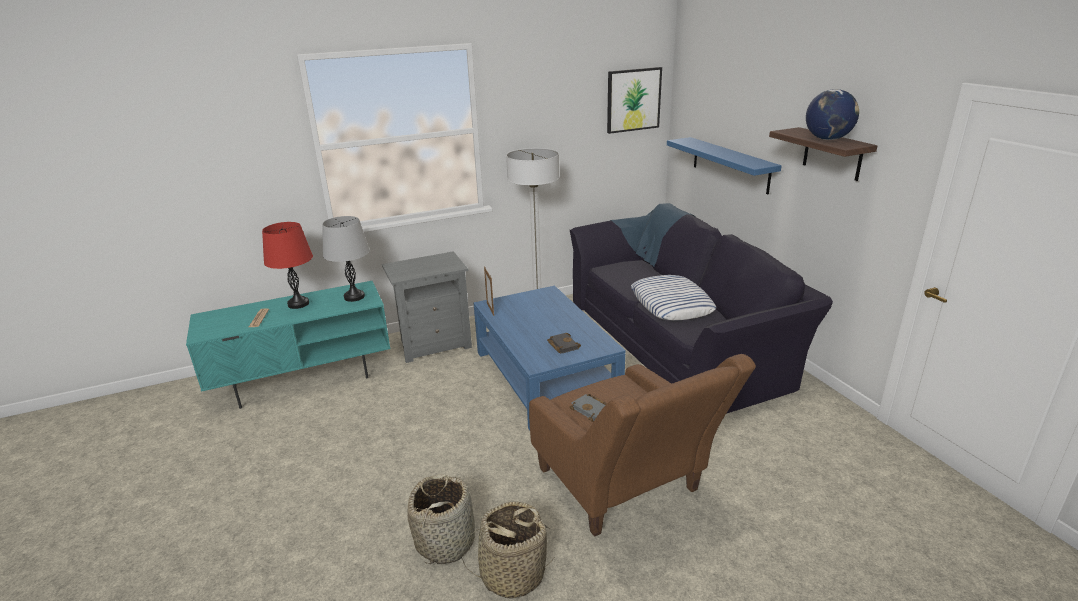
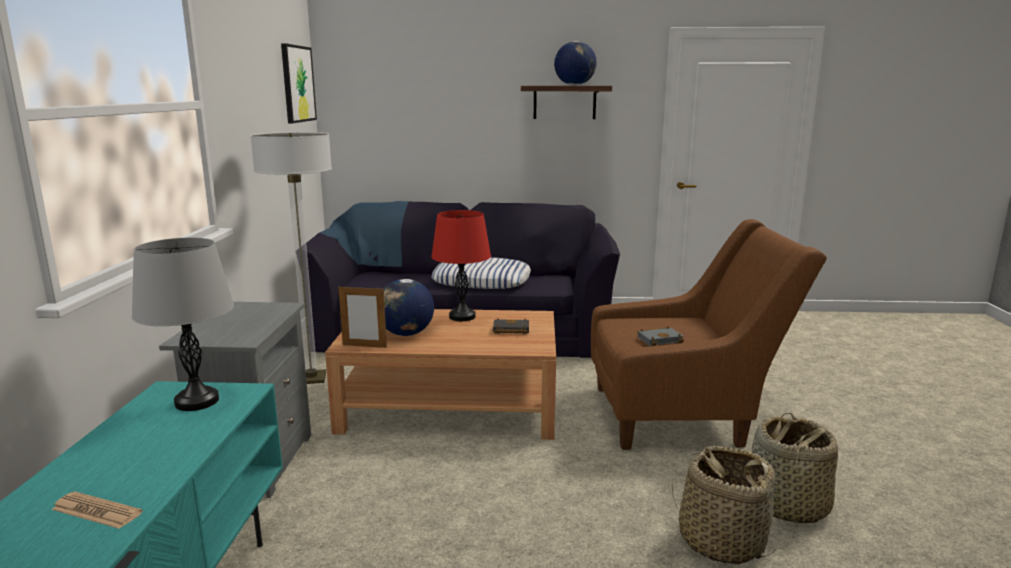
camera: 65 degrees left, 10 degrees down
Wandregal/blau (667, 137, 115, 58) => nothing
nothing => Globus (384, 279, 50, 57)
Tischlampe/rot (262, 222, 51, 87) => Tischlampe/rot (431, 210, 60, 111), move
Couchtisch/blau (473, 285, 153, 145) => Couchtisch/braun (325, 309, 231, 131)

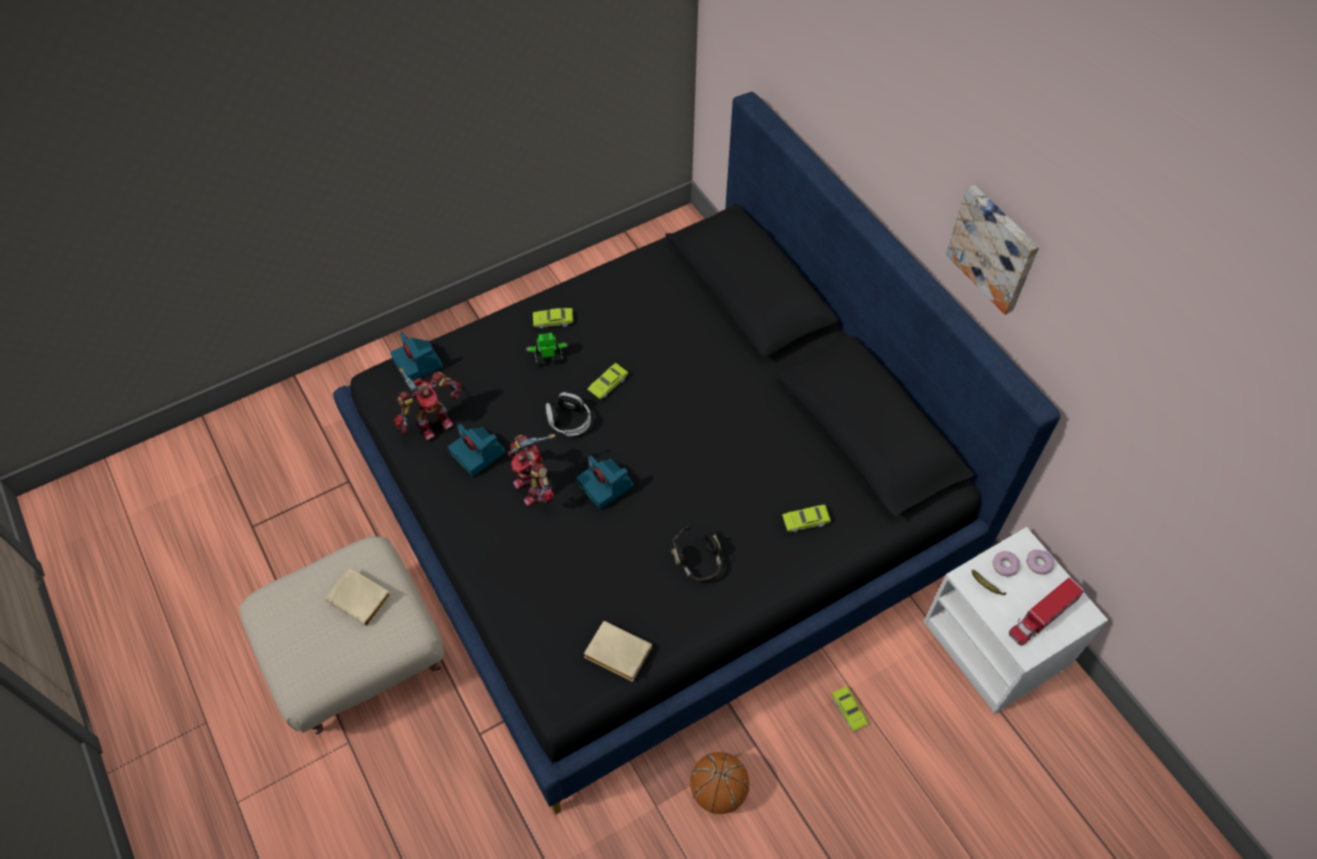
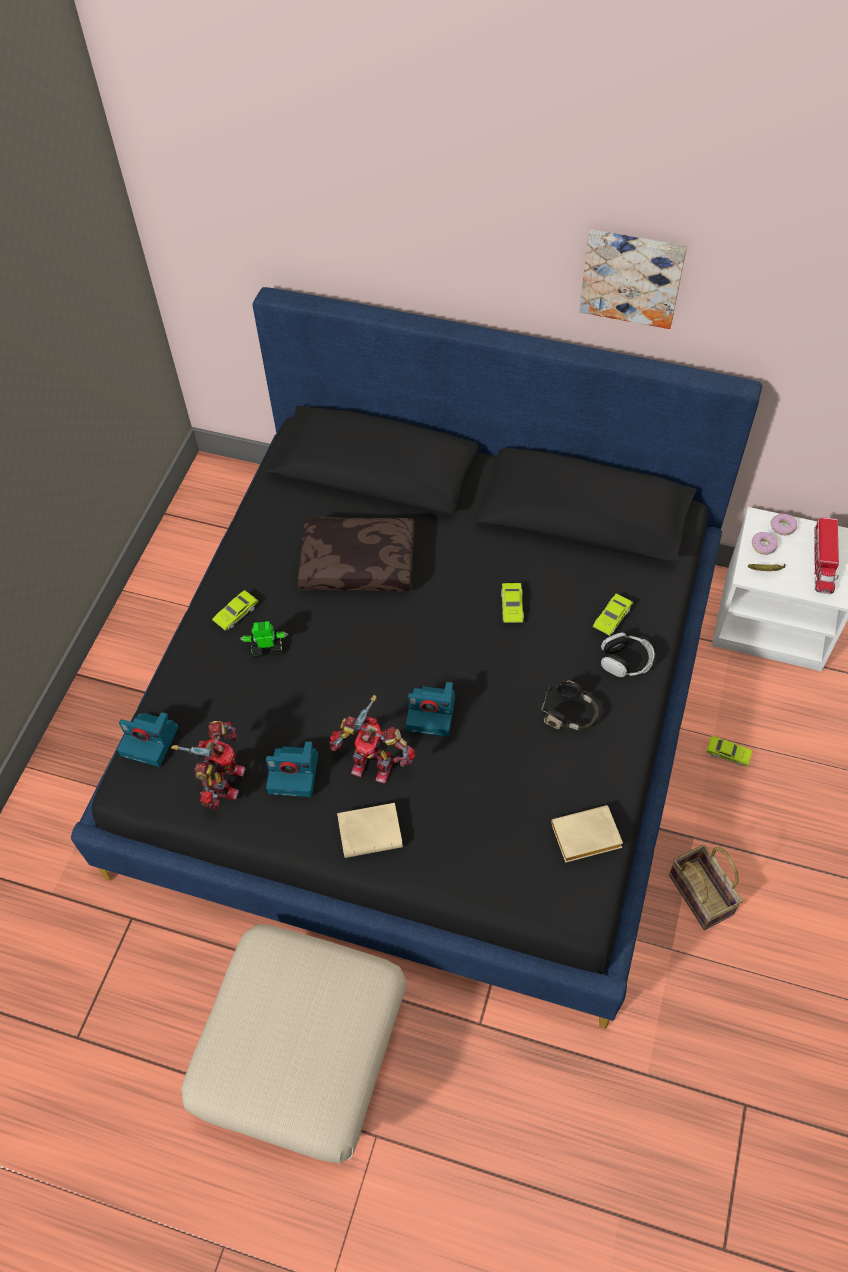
camera: 40 degrees left, 0 degrees up
nothing => Kissen/braun (298, 517, 116, 75)
Buch/beige (325, 567, 66, 59) => Buch/beige (337, 803, 66, 55), move
Kopfhörer (546, 392, 45, 44) => Kopfhörer (601, 632, 54, 45), move
Spielzeugauto/grün (587, 363, 42, 36) => Spielzeugauto/grün (501, 583, 23, 40), move
Basketball (690, 752, 59, 62) => Korb (669, 845, 74, 85)
Spielzeugroboter (526, 333, 42, 33) => Spielzeugroboter (239, 621, 49, 36), 45 degrees clockwise

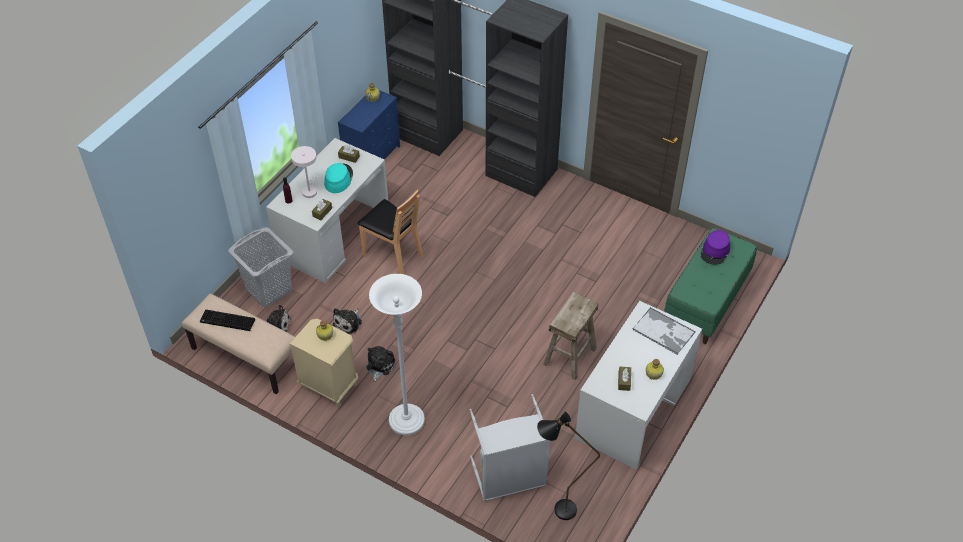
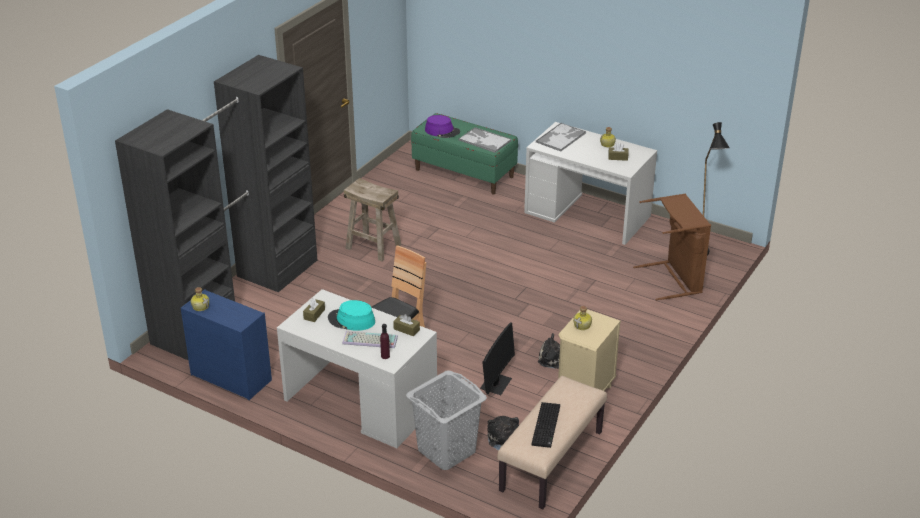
camera: 90 degrees left, 15 degrees down
Stehlampe/weiß (369, 274, 56, 162) => nothing
nothing => Tablett (458, 127, 53, 26)
Hocker/beige (543, 292, 55, 88) => Hocker/beige (344, 178, 57, 83), move
Tischlampe/weiß (291, 146, 27, 52) => Tastatur (342, 331, 56, 17)
Plüschtier (333, 308, 29, 26) => Monitor (480, 322, 35, 73)
Wäschekorb/grau (470, 394, 80, 107) => Wäschekorb/braun (633, 193, 78, 108)

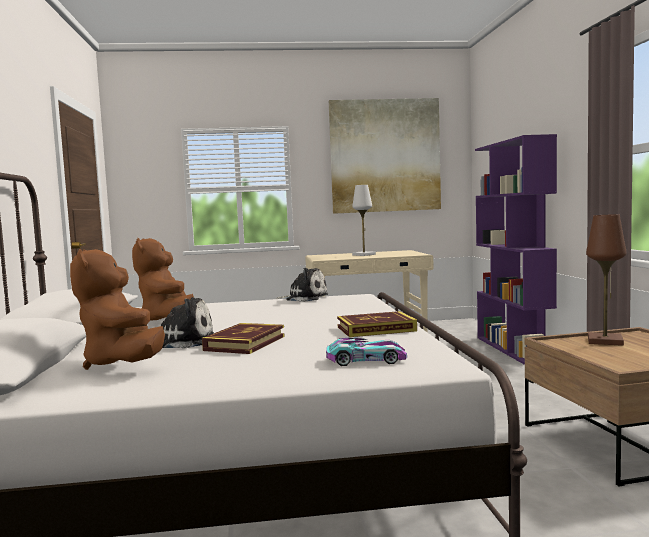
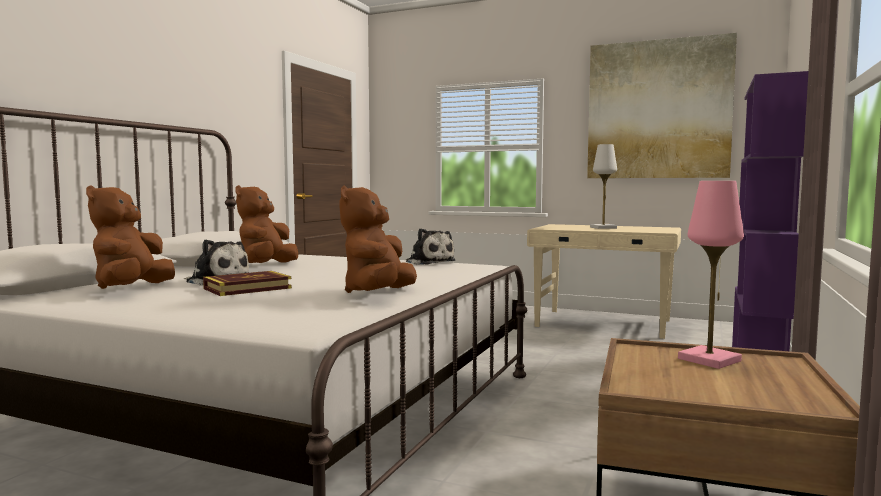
camera: 30 degrees right, 0 degrees up
Spielzeugauto (326, 337, 81, 29) => nothing
Buch (337, 311, 80, 26) => Plüschtier/braun (339, 186, 78, 107)
Tischlampe/braun (586, 214, 40, 132) => Tischlampe/rosa (678, 181, 66, 188)

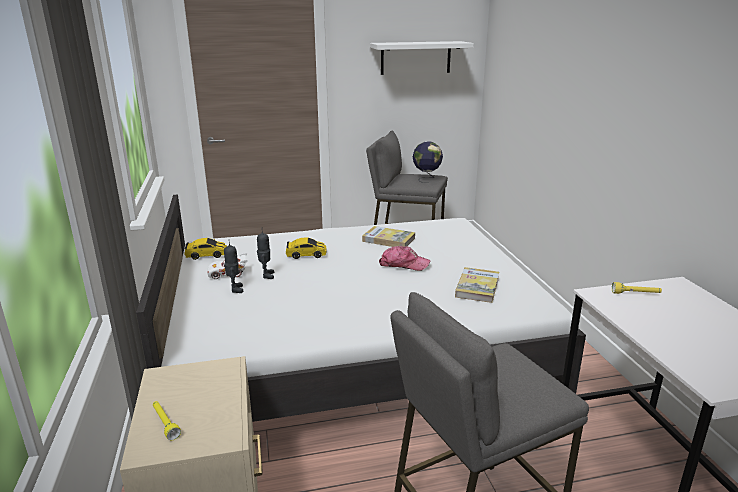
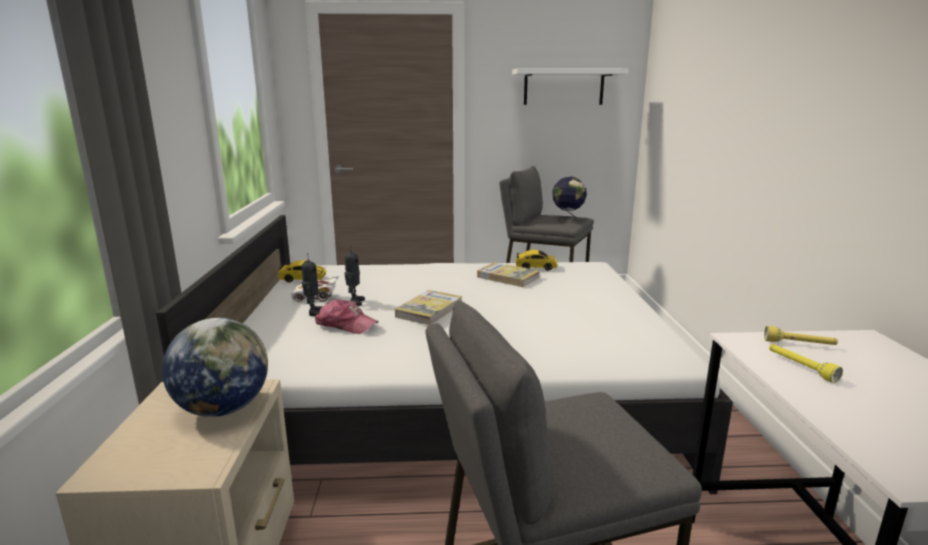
camera: 10 degrees right, 5 degrees down
nothing => Globus (162, 318, 106, 99)
Taschenlampe/gelb (153, 401, 28, 39) => Taschenlampe/gelb (769, 344, 74, 39), move
Spielzeugauto (286, 237, 40, 22) => Spielzeugauto (516, 250, 41, 21), move
Kappe (379, 246, 52, 25) => Kappe (315, 299, 64, 35), move
Buch (455, 267, 44, 36) => Buch (395, 290, 67, 35), move

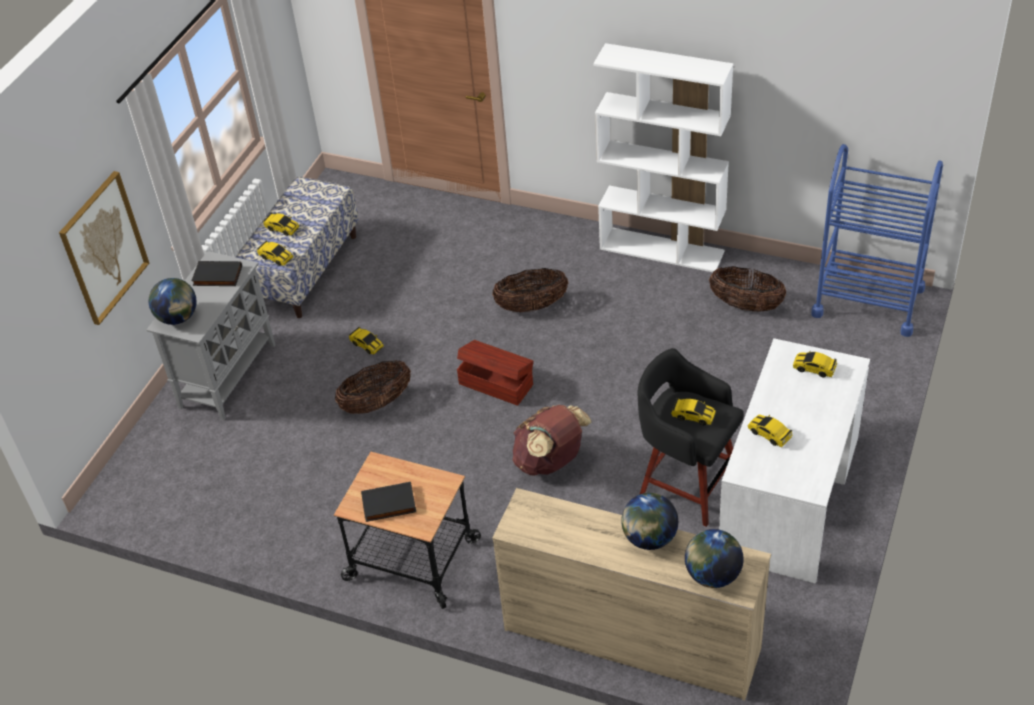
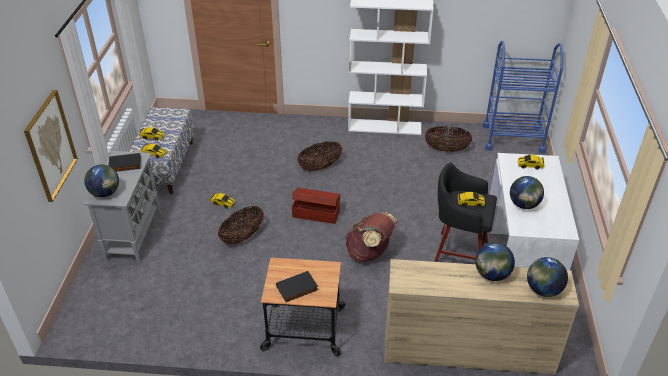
camera: 20 degrees left, 5 degrees down
Spielzeugauto (748, 415, 44, 32) => Globus (510, 176, 34, 33)

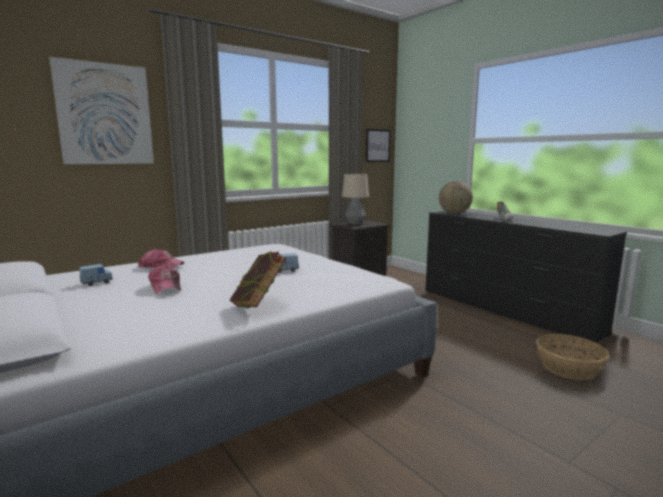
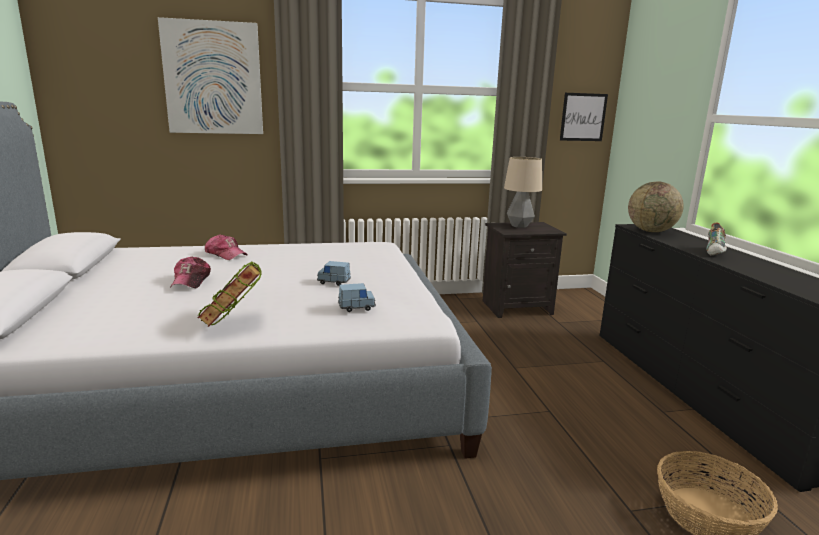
camera: 25 degrees right, 5 degrees up
Spielzeugauto/blau (79, 264, 34, 22) => Spielzeugauto/blau (338, 283, 38, 29), move

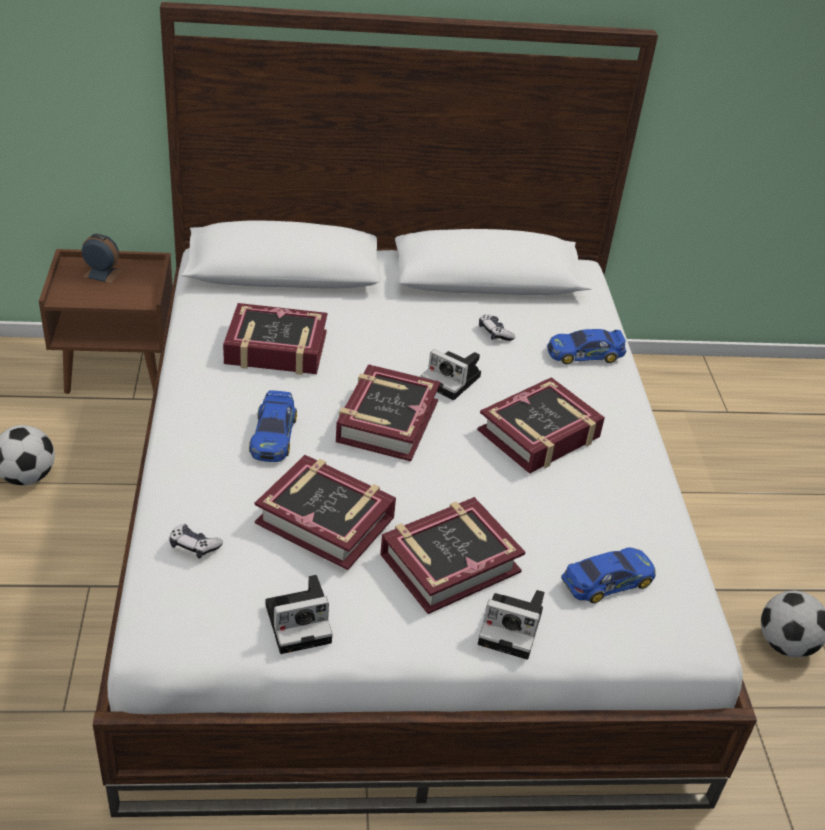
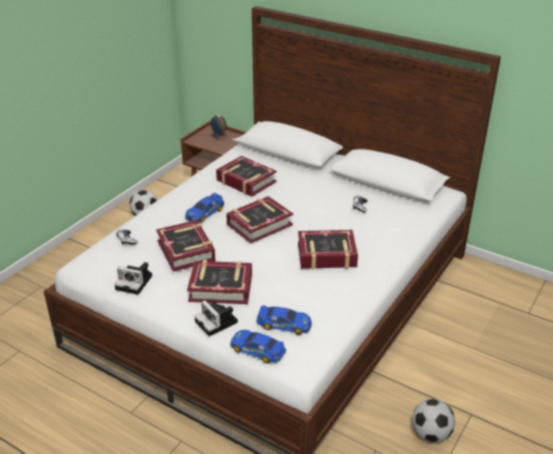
camera: 40 degrees right, 5 degrees down
Kamera (421, 349, 60, 51) => nothing
Spielzeugauto (547, 329, 79, 35) => Spielzeugauto (230, 330, 56, 33), move

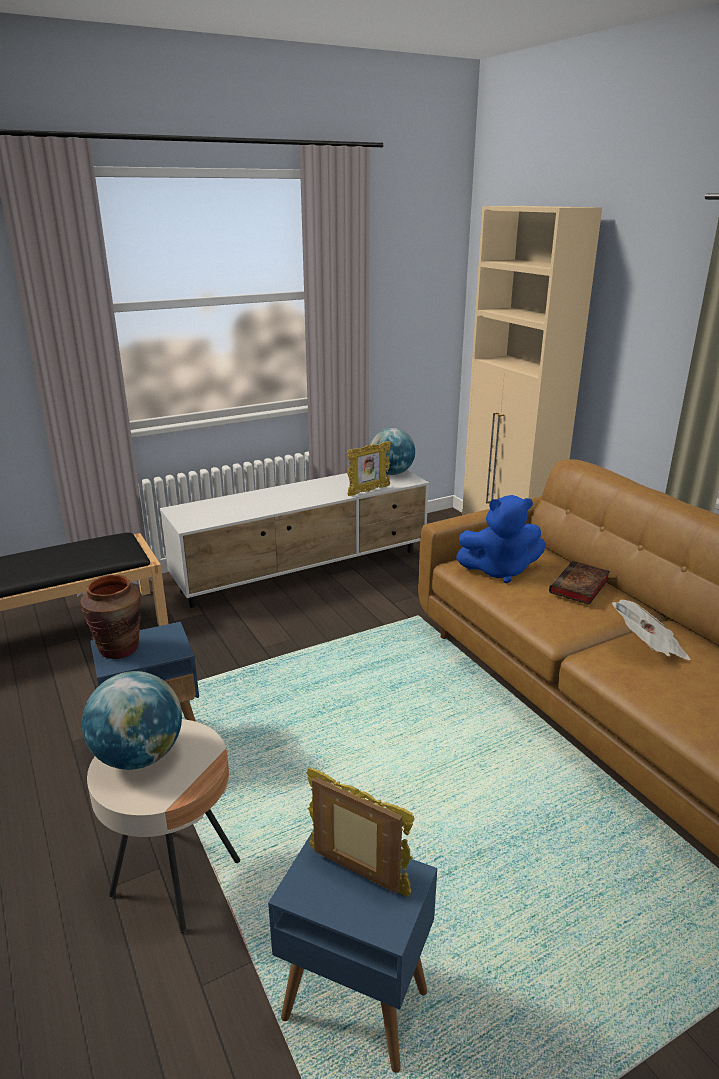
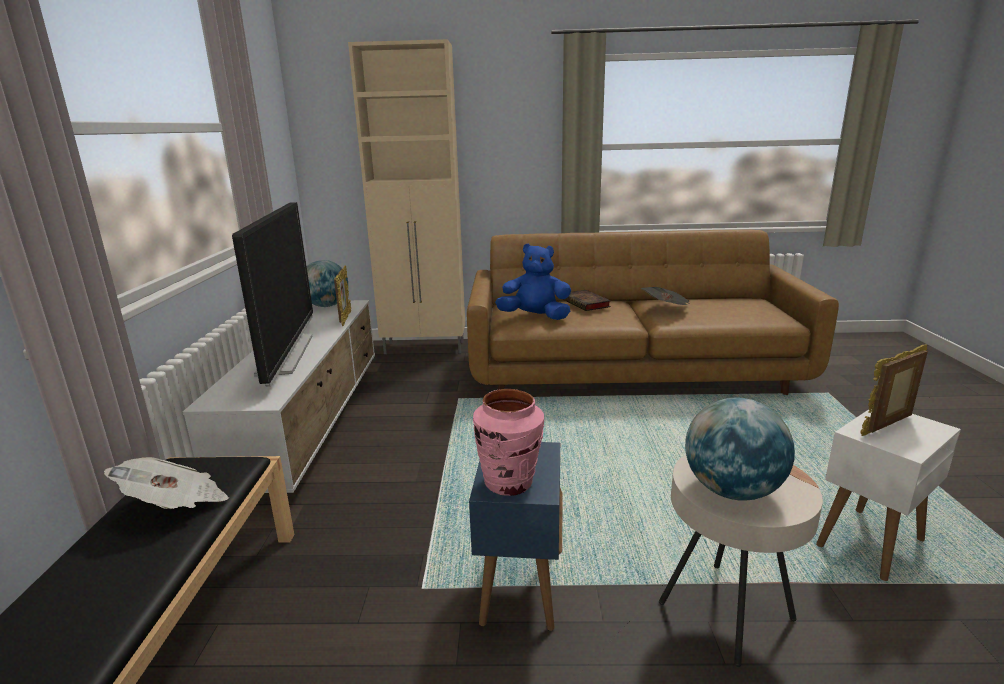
camera: 60 degrees left, 5 degrees down
nothing => Zeitung (104, 457, 125, 52)
nothing => Fernseher (232, 202, 81, 185)
Vase/braun (80, 575, 61, 84) => Vase/rosa (473, 389, 71, 107)
Beistelltisch/blau (268, 831, 169, 242) => Beistelltisch/weiß (816, 410, 145, 171)
Plüschtier/blau (456, 495, 90, 88) => Plüschtier/blau (495, 243, 76, 77), 105 degrees counterclockwise

